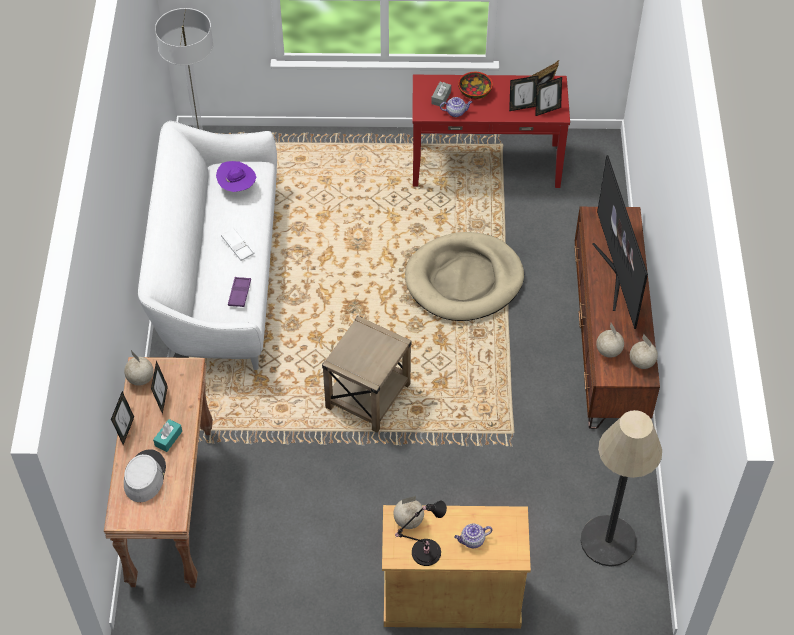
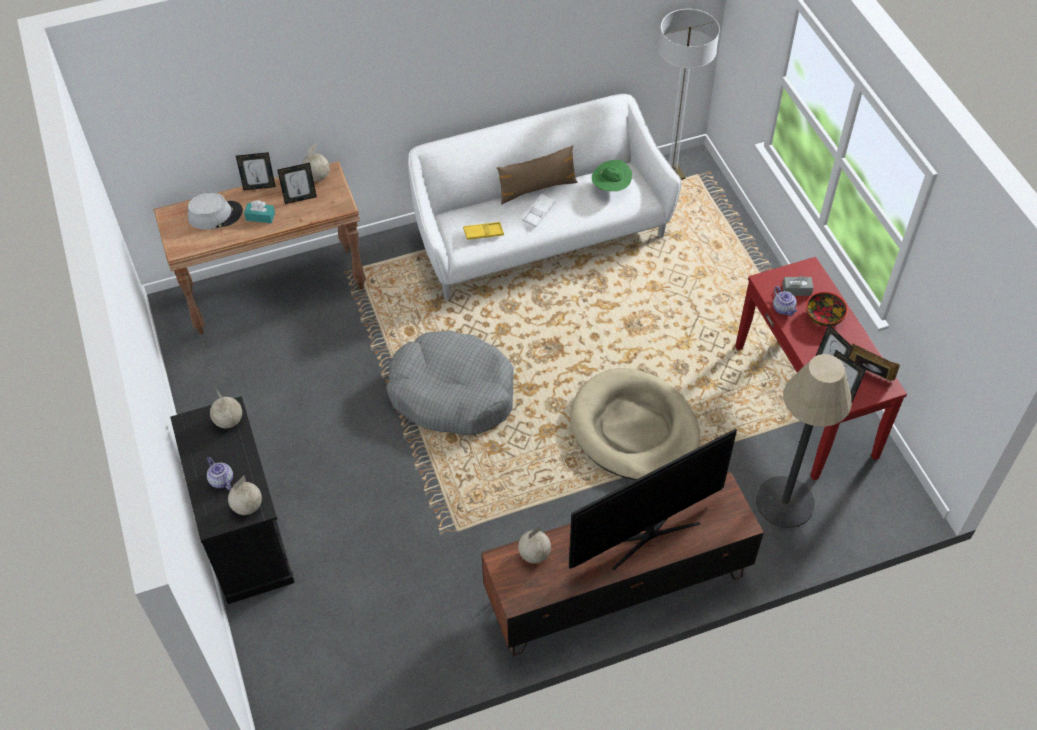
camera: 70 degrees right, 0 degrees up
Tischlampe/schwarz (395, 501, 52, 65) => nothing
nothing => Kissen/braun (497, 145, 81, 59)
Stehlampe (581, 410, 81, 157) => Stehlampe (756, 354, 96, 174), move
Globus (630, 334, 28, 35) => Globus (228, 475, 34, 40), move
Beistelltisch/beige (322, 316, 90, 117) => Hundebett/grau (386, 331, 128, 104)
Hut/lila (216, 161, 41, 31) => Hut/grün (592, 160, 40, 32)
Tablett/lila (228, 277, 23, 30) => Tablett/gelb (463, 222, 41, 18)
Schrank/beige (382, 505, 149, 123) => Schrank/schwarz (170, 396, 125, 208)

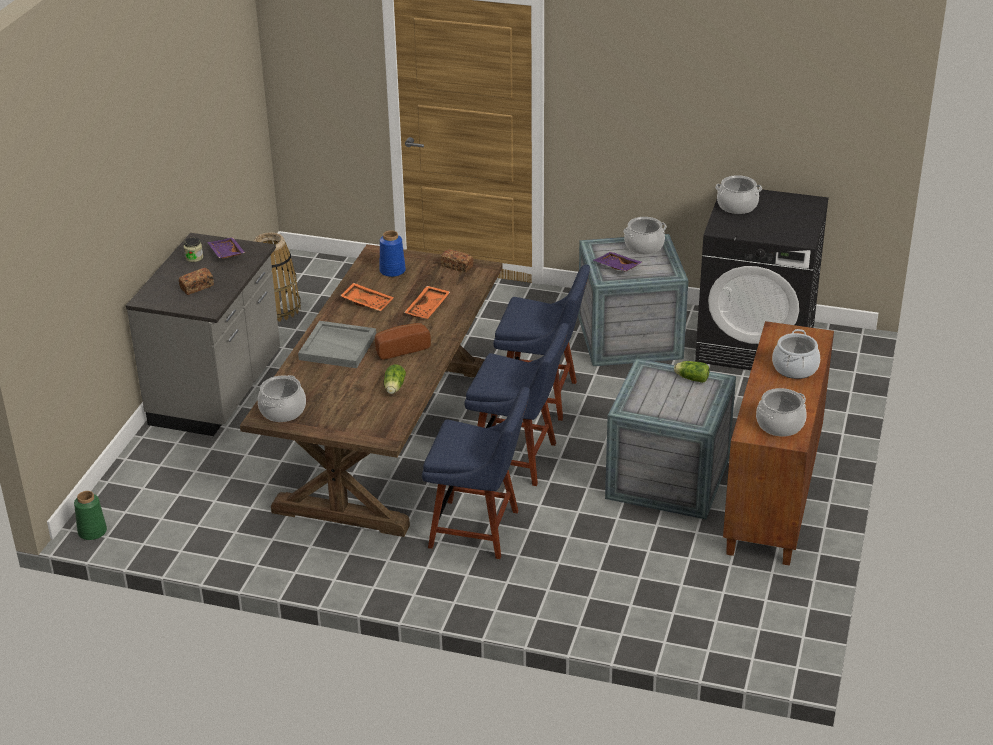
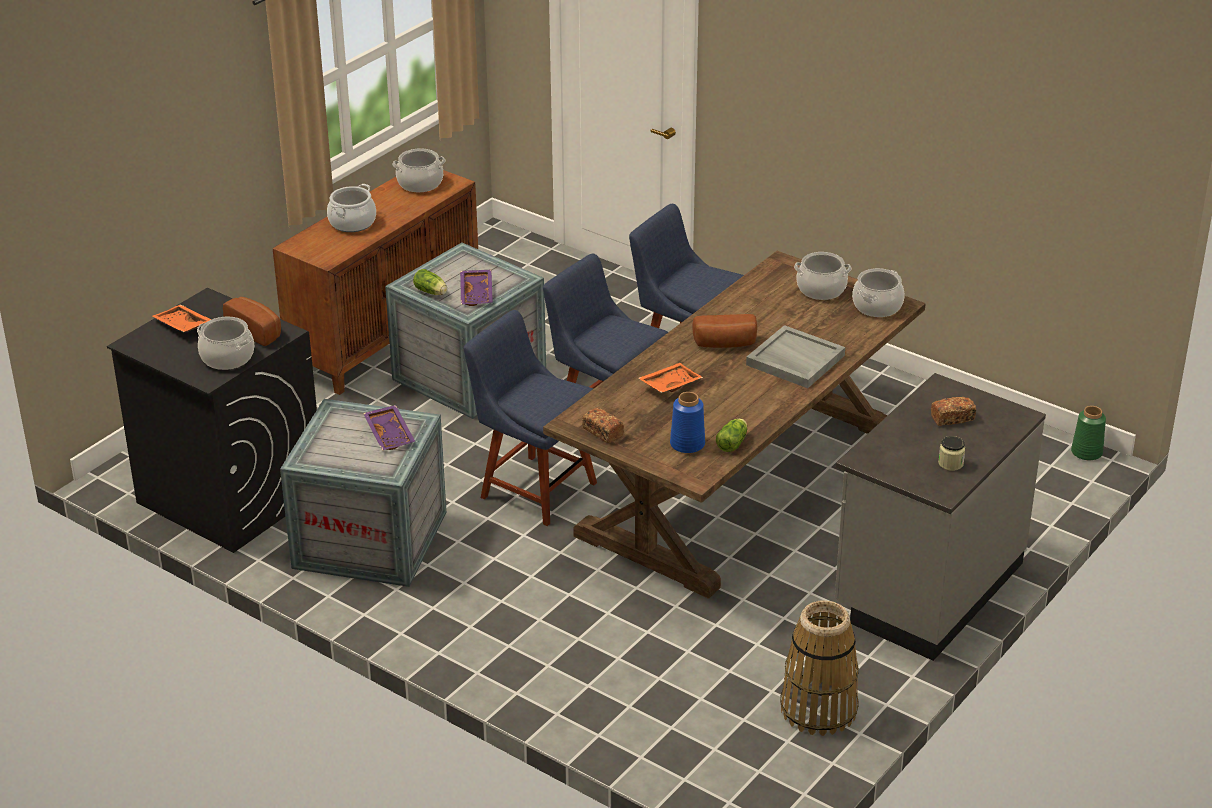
camera: 160 degrees left, 0 degrees up
nothing => Brot (223, 297, 58, 49)
Tablett/lila (207, 237, 38, 22) => Tablett/lila (460, 270, 33, 36), move
Tablett/orange (340, 283, 54, 29) => Tablett/orange (153, 305, 59, 27), move
Salatkopf (384, 364, 22, 30) => Salatkopf (716, 419, 31, 33), move
Kochtopf (623, 217, 44, 38) => Kochtopf (794, 252, 58, 48), move

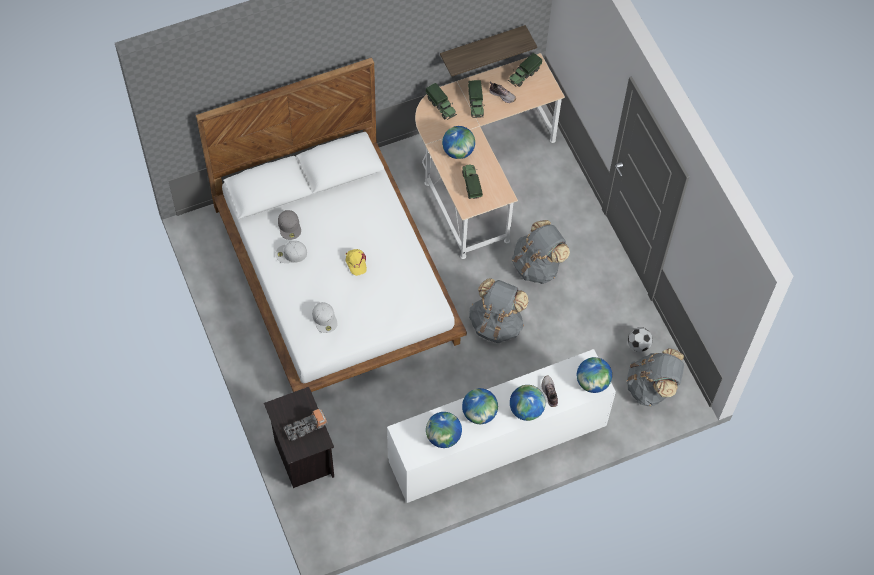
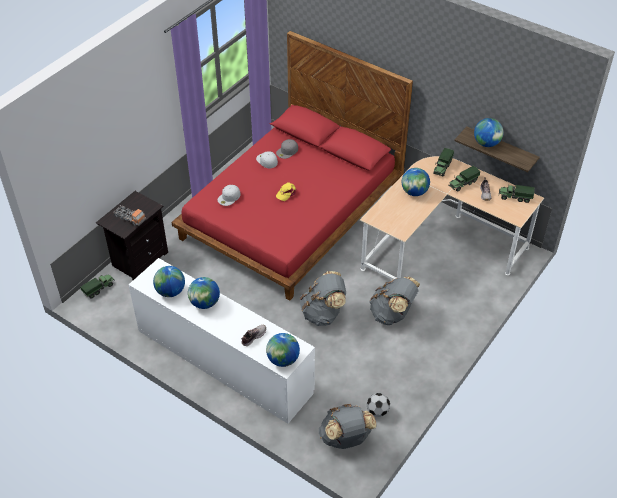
camera: 60 degrees right, 15 degrees down
Spielzeuglaster (462, 164, 21, 35) => Spielzeuglaster (80, 275, 35, 24), move
Globus (510, 385, 36, 36) => Globus (474, 118, 30, 29), move
Bett/weiß (196, 57, 271, 335) => Bett/rot (171, 31, 242, 270)

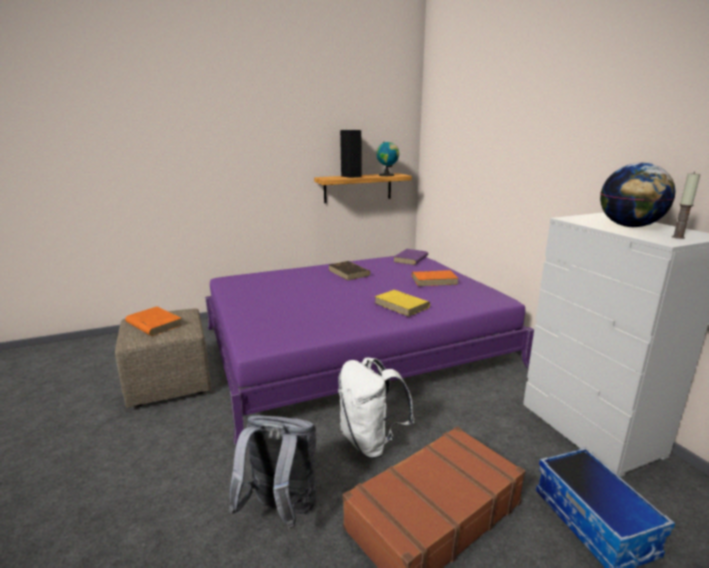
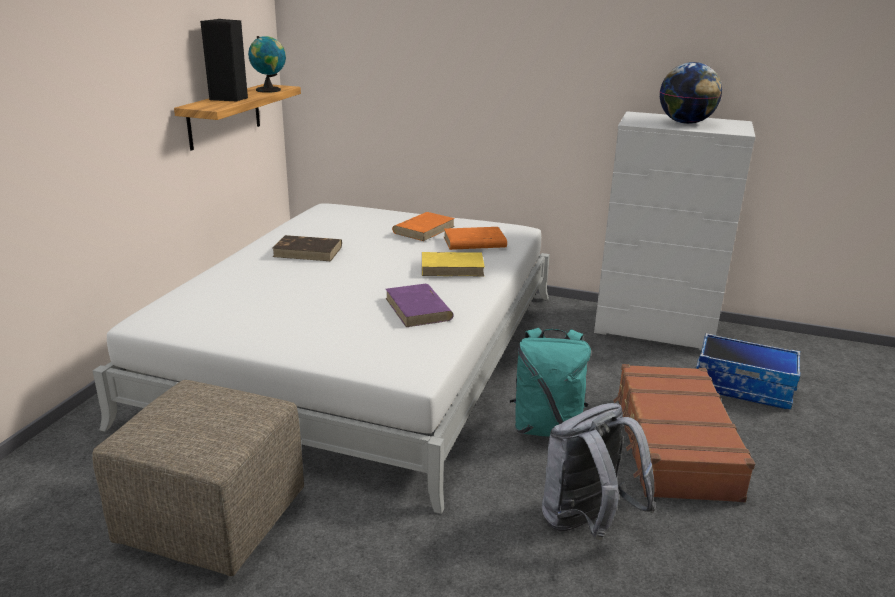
camera: 50 degrees left, 5 degrees up
Kerze (672, 172, 29, 67) => nothing
Buch/orange (125, 306, 57, 30) => Buch/orange (444, 227, 63, 23), move
Buch/lila (394, 249, 34, 16) => Buch/lila (386, 284, 68, 43), move
Bett/lila (205, 256, 329, 189) => Bett/weiß (93, 203, 457, 311)
Rucksack/weiß (338, 357, 77, 101) => Rucksack/türkis (510, 328, 81, 109)

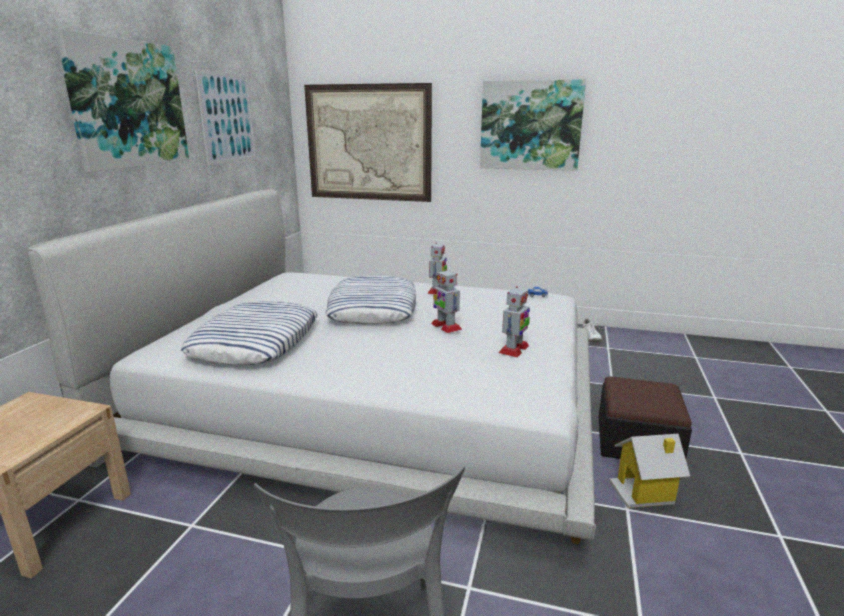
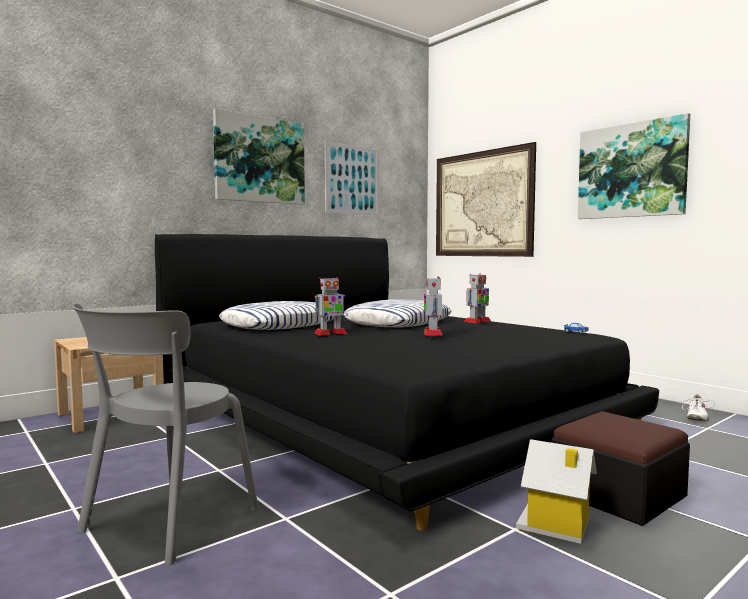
camera: 35 degrees right, 15 degrees down
Spielzeugroboter (499, 286, 31, 71) => Spielzeugroboter (314, 277, 33, 58), move
Bett/weiß (28, 189, 568, 355) => Bett/schwarz (155, 234, 504, 296)

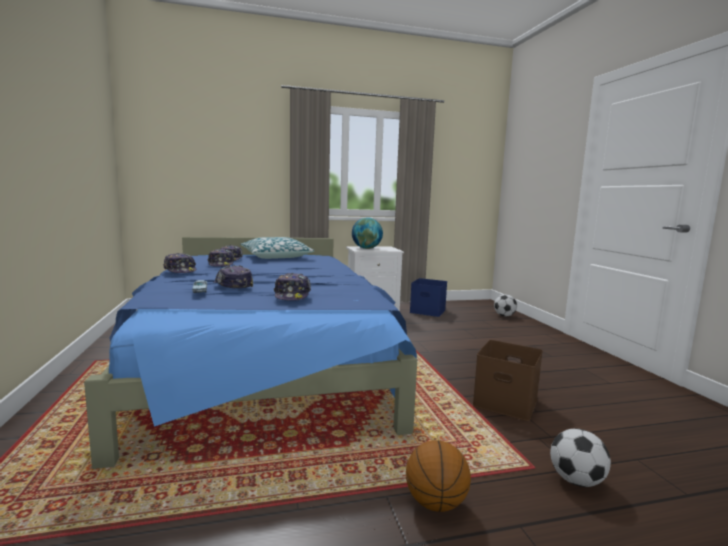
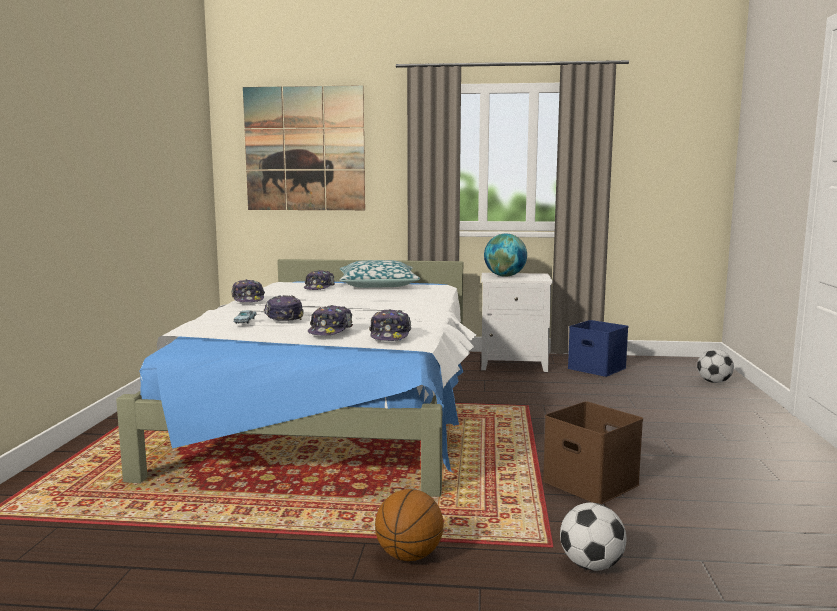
camera: 20 degrees right, 0 degrees up
nothing => Bild (243, 85, 122, 125)
Kappe (208, 249, 26, 18) => Kappe (369, 309, 42, 32), move
Bett/blau (84, 237, 333, 232) => Bett/weiß (116, 259, 360, 238)

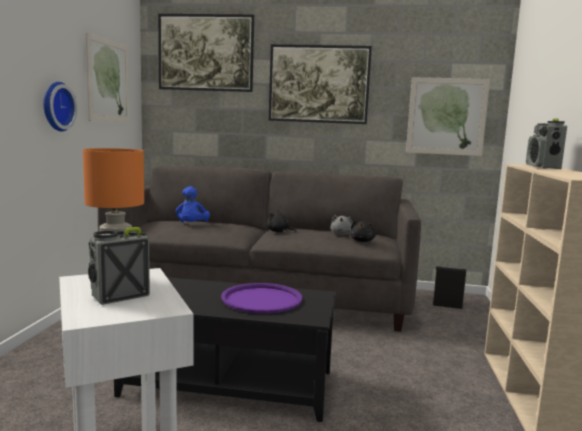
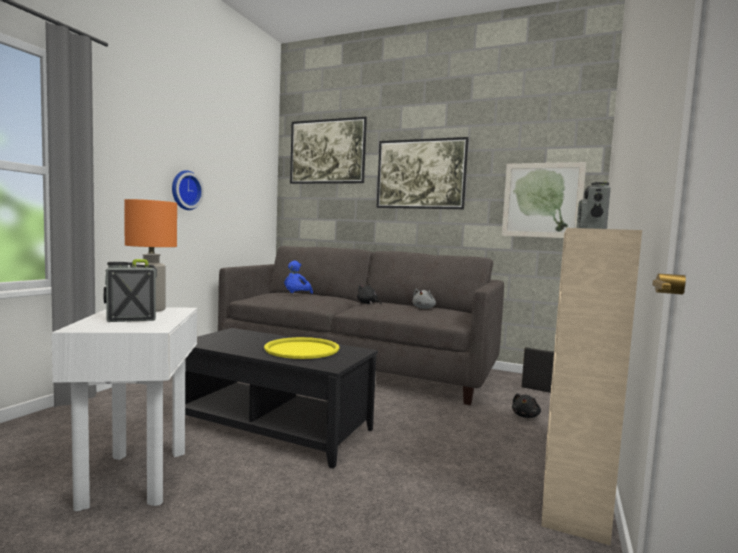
camera: 15 degrees right, 5 degrees down
Bild (86, 32, 43, 90) => nothing
Plüschtier/schwarz (350, 220, 26, 22) => Plüschtier/schwarz (512, 393, 29, 25), move
Tablett/lila (221, 283, 82, 30) => Tablett/gelb (264, 337, 76, 22)

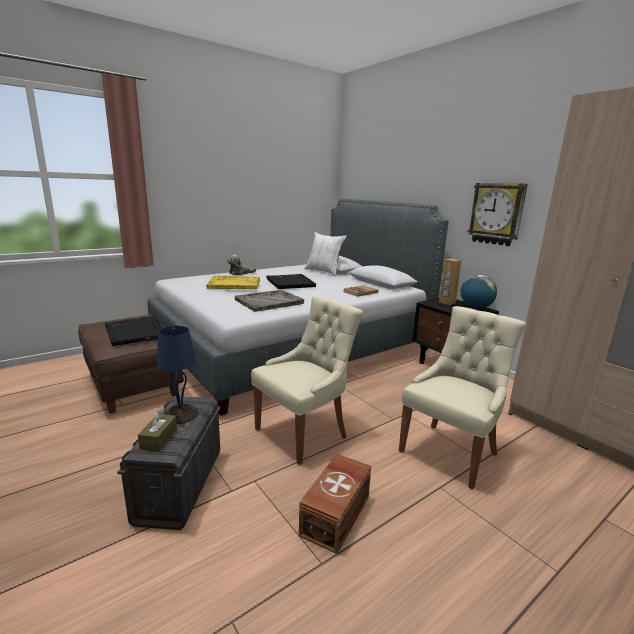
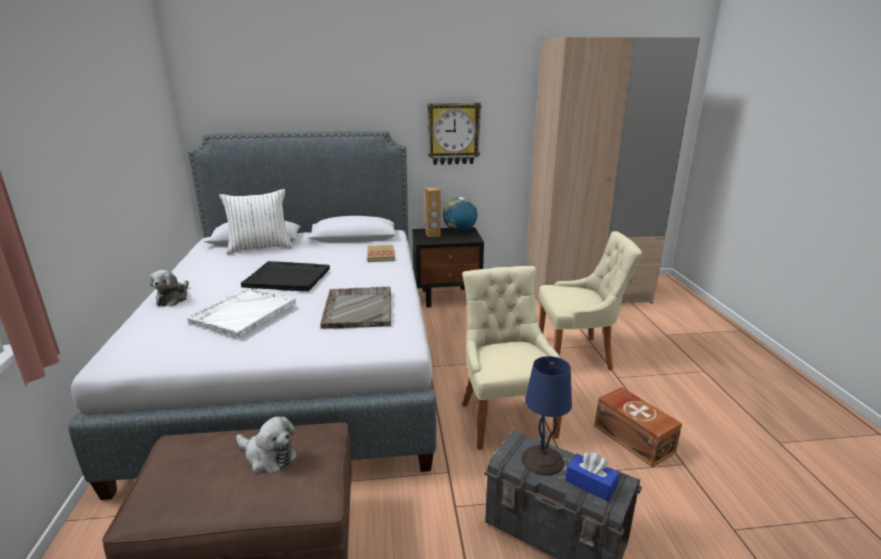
camera: 60 degrees left, 5 degrees up
Tablett/schwarz (105, 316, 59, 30) => Plüschtier (236, 416, 61, 57)
Taschentuchbox/braun (138, 409, 39, 43) => Taschentuchbox/blau (565, 452, 54, 49)
Tablett/gelb (206, 275, 54, 14) => Tablett/weiß (187, 288, 109, 50)
Stuhl/beige (399, 306, 127, 183) => Stuhl/beige (539, 231, 103, 139), 105 degrees clockwise

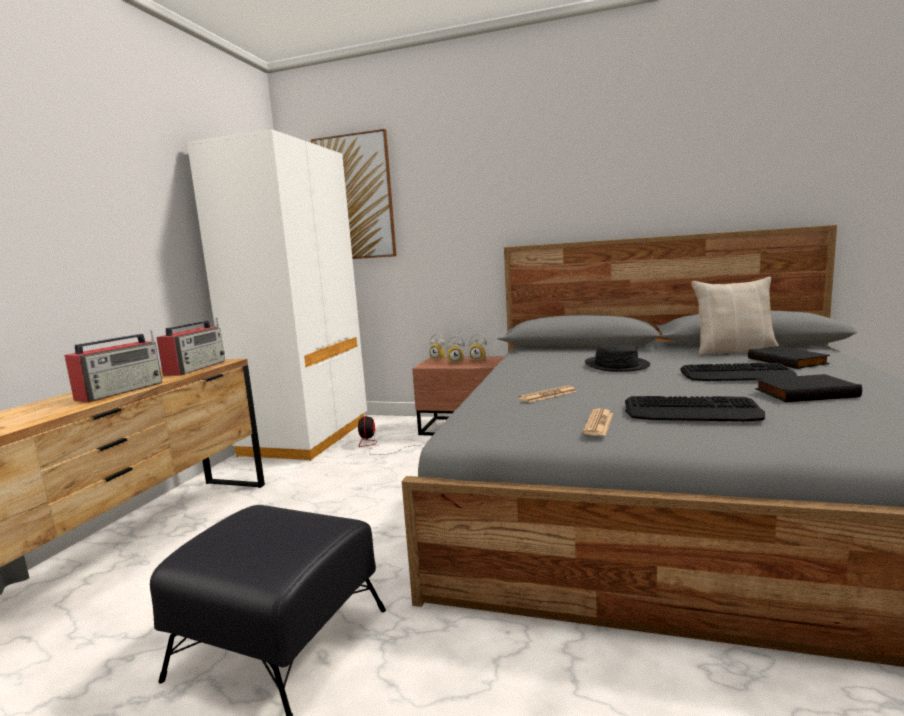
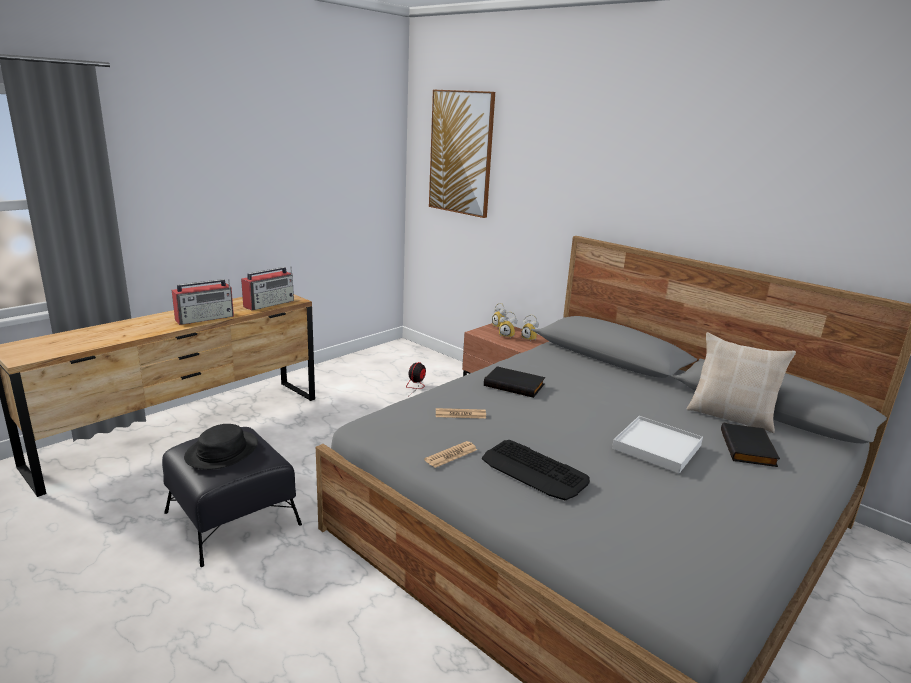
camera: 25 degrees right, 10 degrees up
Kleiderschrank/weiß (187, 129, 180, 332) => nothing
Hut/schwarz (585, 343, 65, 29) => Hut/schwarz (184, 424, 74, 46), move
Buch/schwarz (755, 374, 107, 28) => Buch/schwarz (484, 366, 61, 32), move
Tastatur (680, 363, 117, 18) => Tablett/weiß (612, 416, 91, 57)

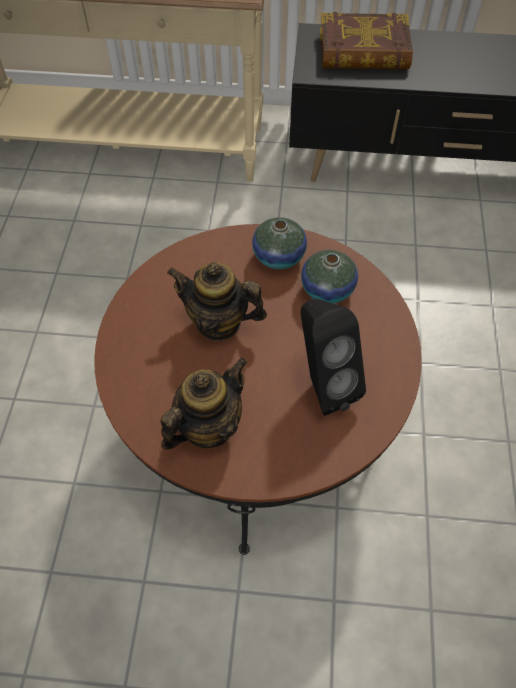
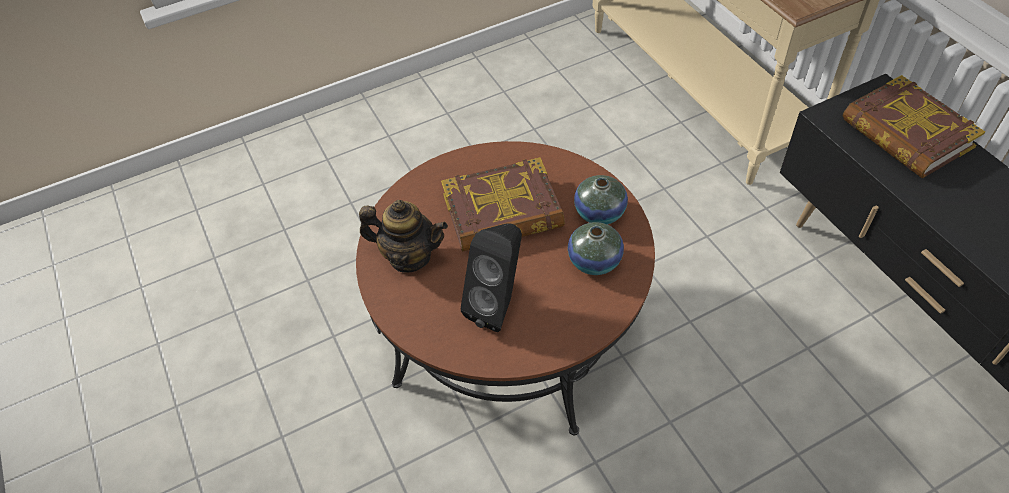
camera: 60 degrees right, 5 degrees down
Teekanne (167, 262, 100, 79) => Buch (441, 158, 124, 94)

